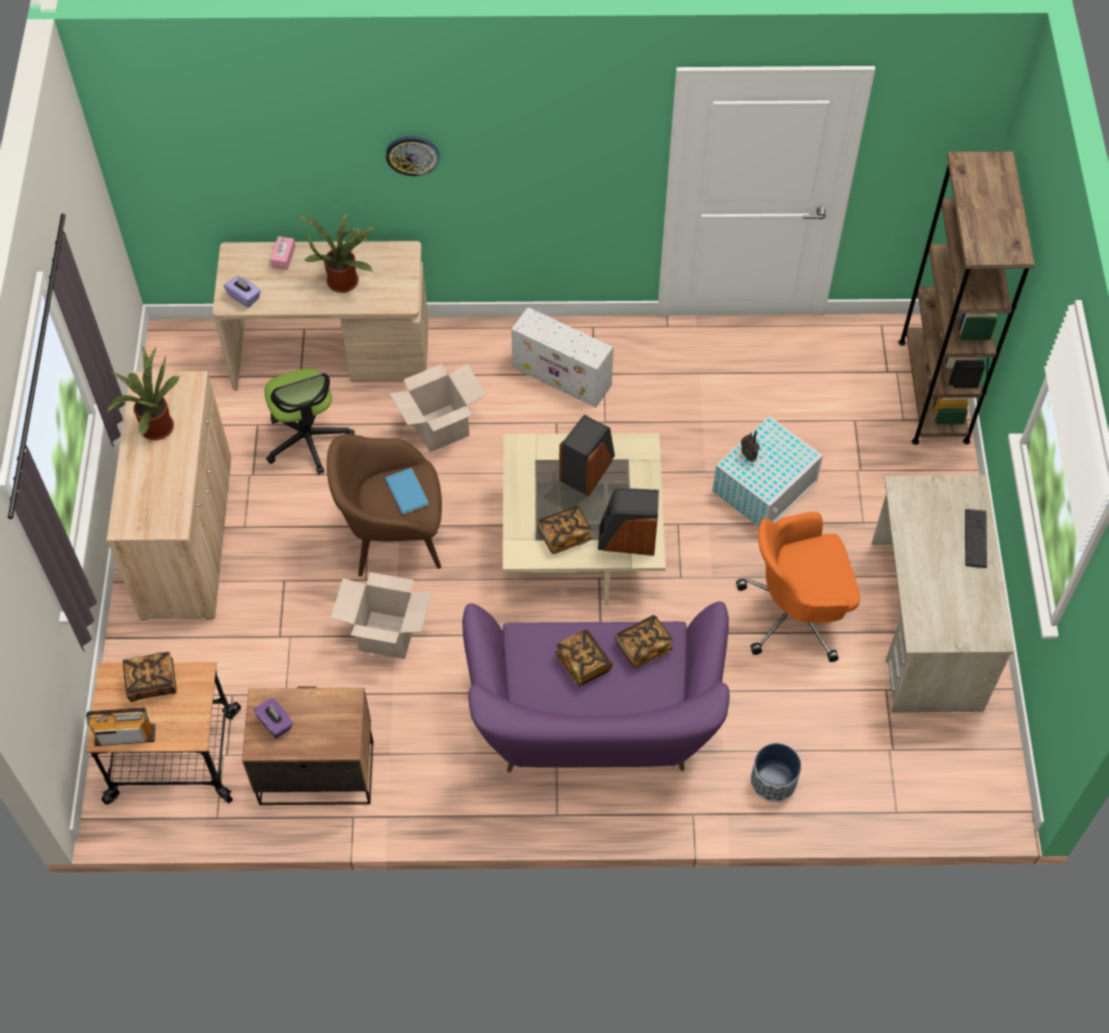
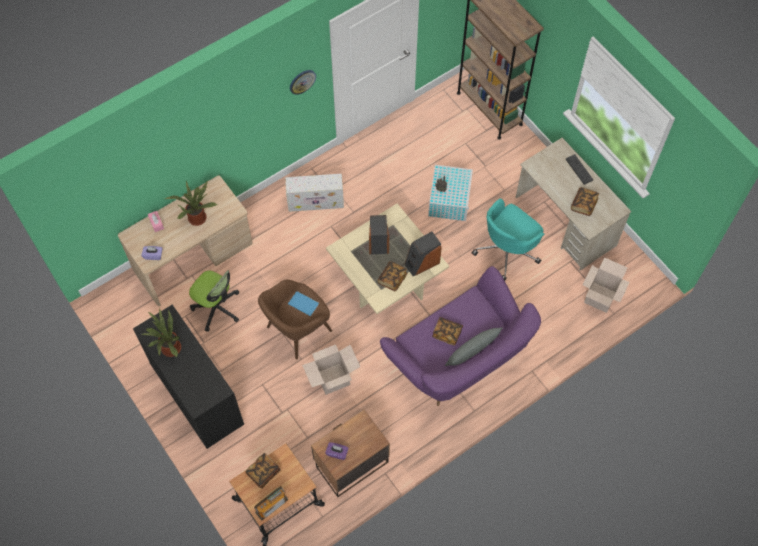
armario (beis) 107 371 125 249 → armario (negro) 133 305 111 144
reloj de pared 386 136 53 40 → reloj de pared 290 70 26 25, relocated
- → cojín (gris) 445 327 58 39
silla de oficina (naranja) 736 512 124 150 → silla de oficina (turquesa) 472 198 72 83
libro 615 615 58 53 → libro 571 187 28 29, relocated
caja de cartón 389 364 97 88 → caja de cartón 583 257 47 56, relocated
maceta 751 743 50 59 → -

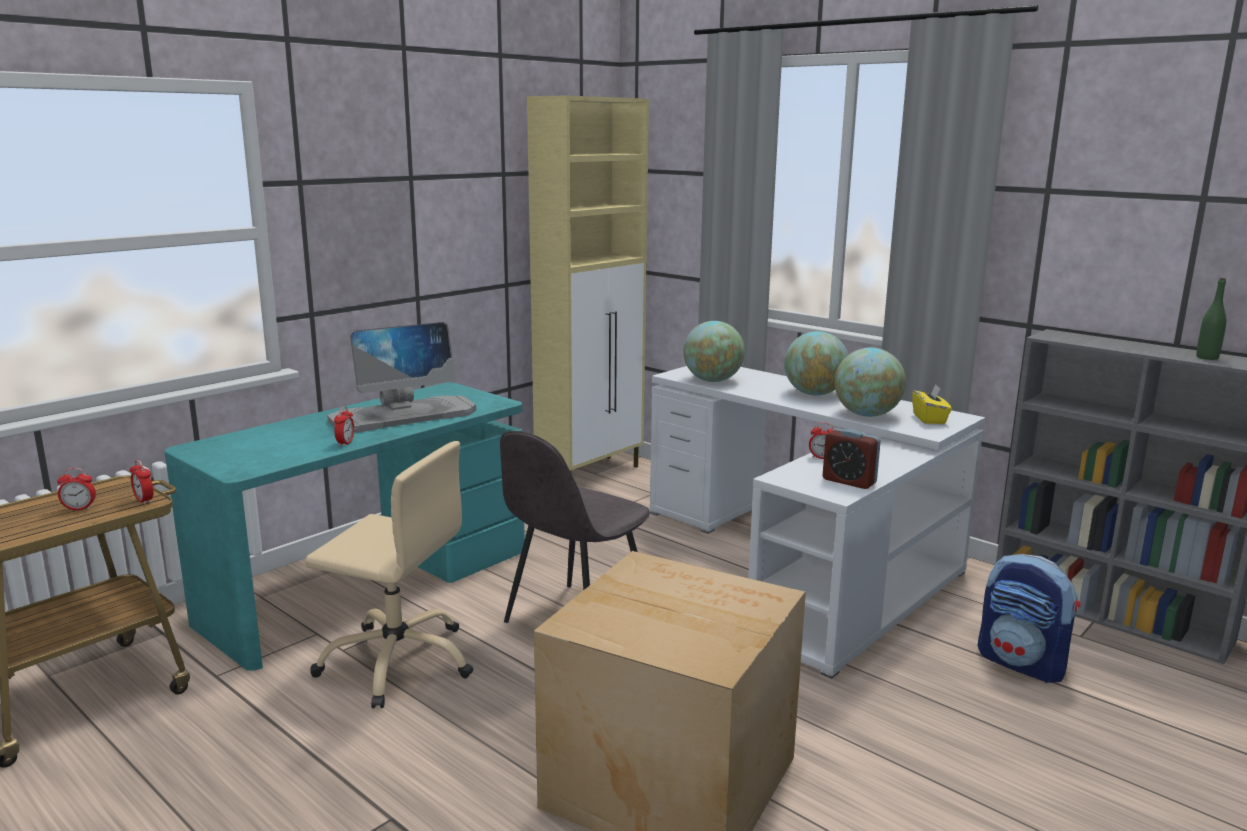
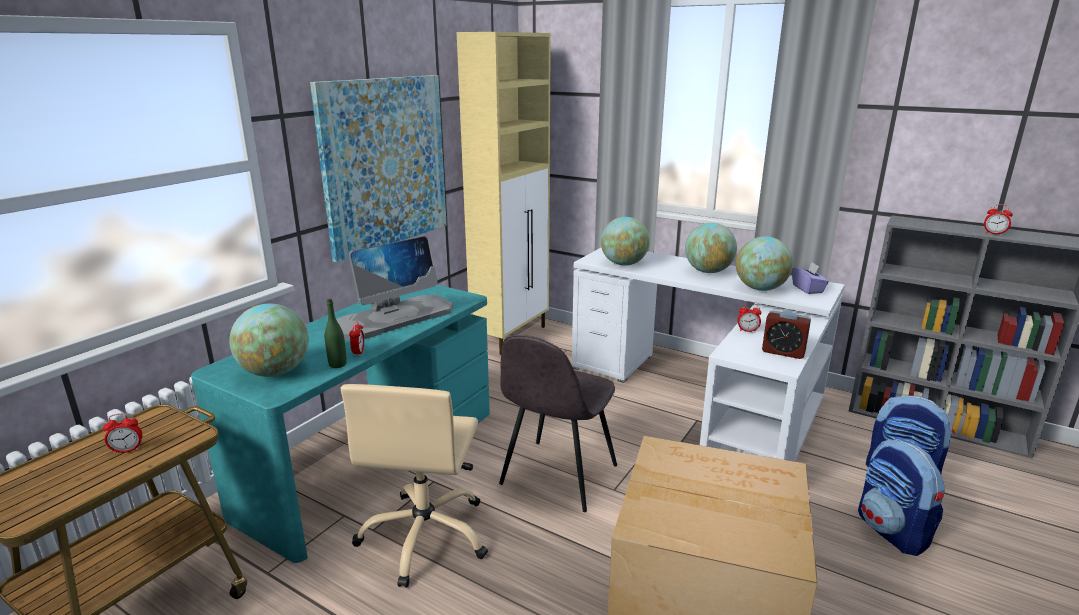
- → globo terráqueo 229 304 80 73
- → cuadro 310 75 137 187
botella (verde) 1196 278 30 82 → botella (verde) 325 299 22 69, relocated
silla de oficina (beis) 305 441 168 267 → silla de oficina (beis) 341 384 147 204, 90 degrees clockwise
caja de pañuelos (amarillo) 912 385 40 39 → caja de pañuelos (morado) 792 262 37 32
- → mochila 858 439 87 117
despertador 129 460 25 44 → despertador 984 204 29 31, relocated

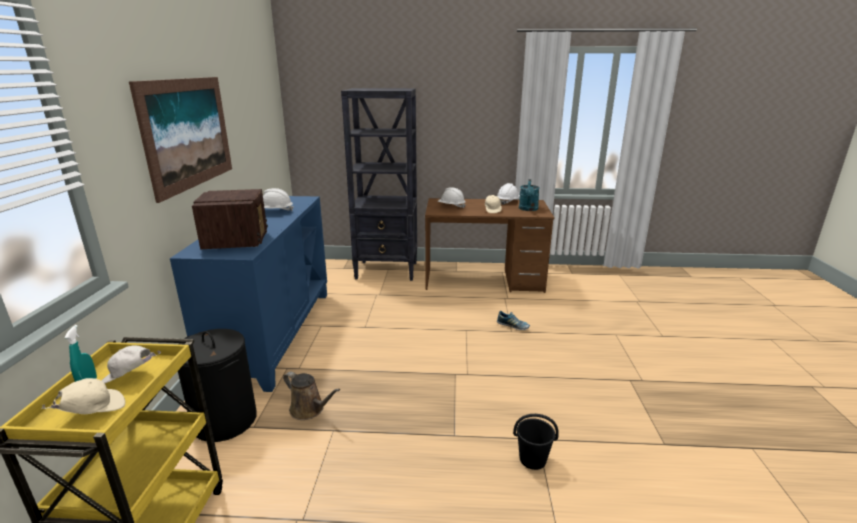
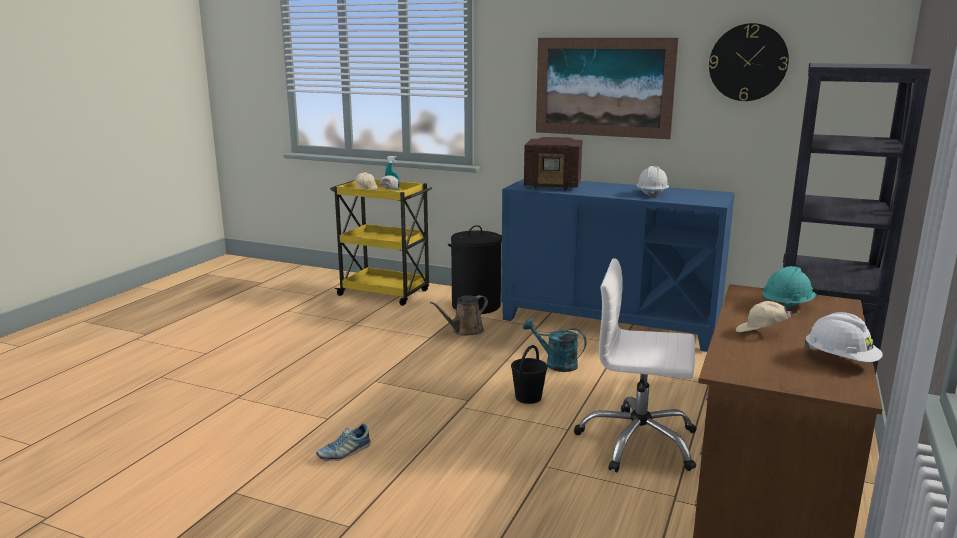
zapato 497 311 33 19 → zapato 316 424 55 37, relocated
cubo (negro) 513 414 46 56 → cubo (negro) 511 345 37 59, relocated
regadera (turquesa) 519 179 21 32 → regadera (turquesa) 523 319 64 53, relocated
- → silla de oficina (blanco) 574 258 123 214
- → reloj de pared 709 23 80 78
casco (blanco) 438 187 28 21 → casco (turquesa) 762 266 54 44

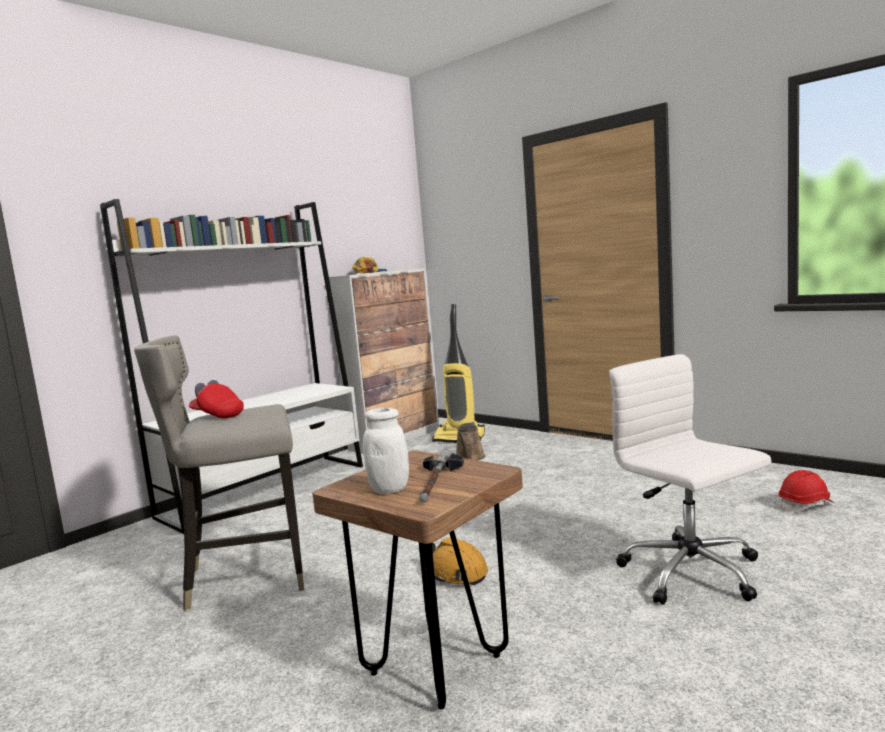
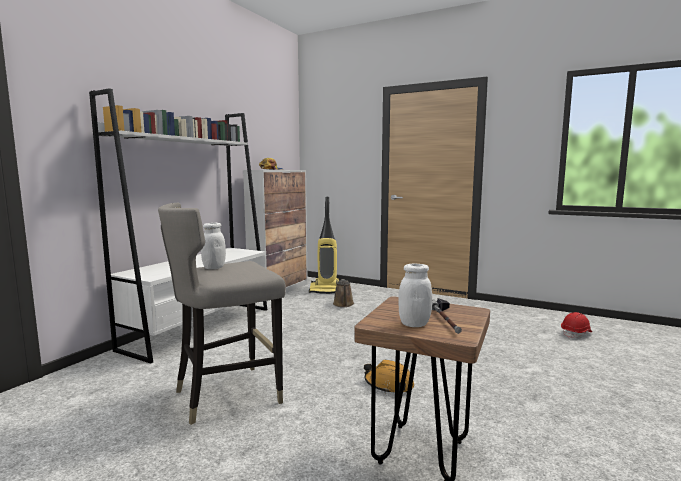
gorra (rojo) 189 380 55 38 → tarro (blanco) 201 223 25 46
silla de oficina (blanco) 609 354 163 251 → -

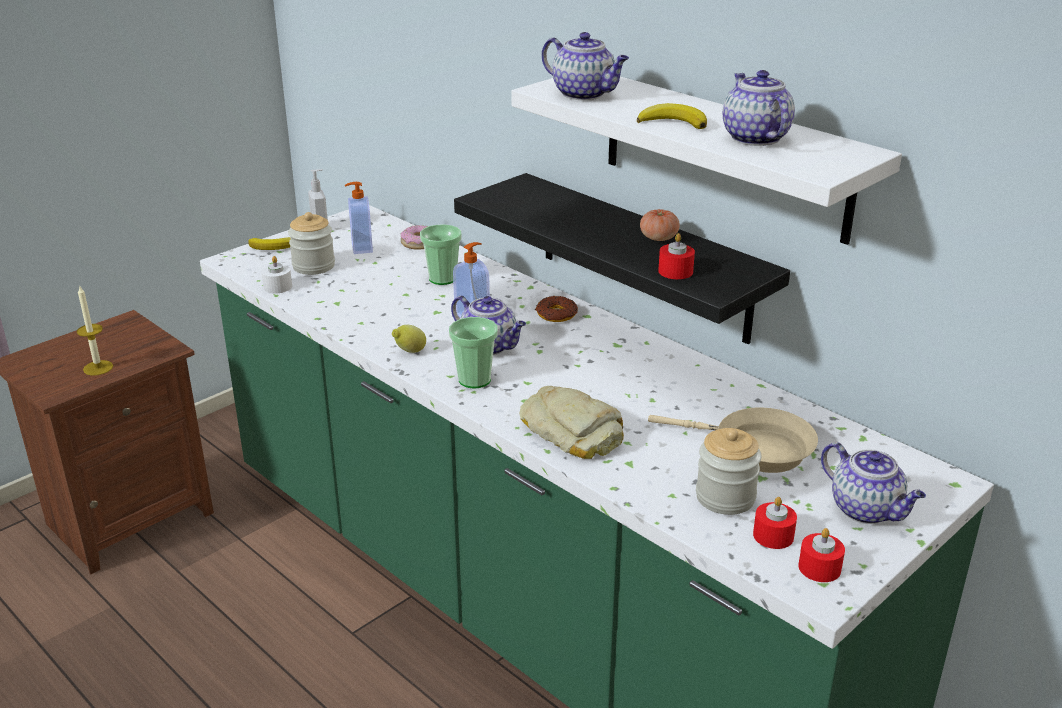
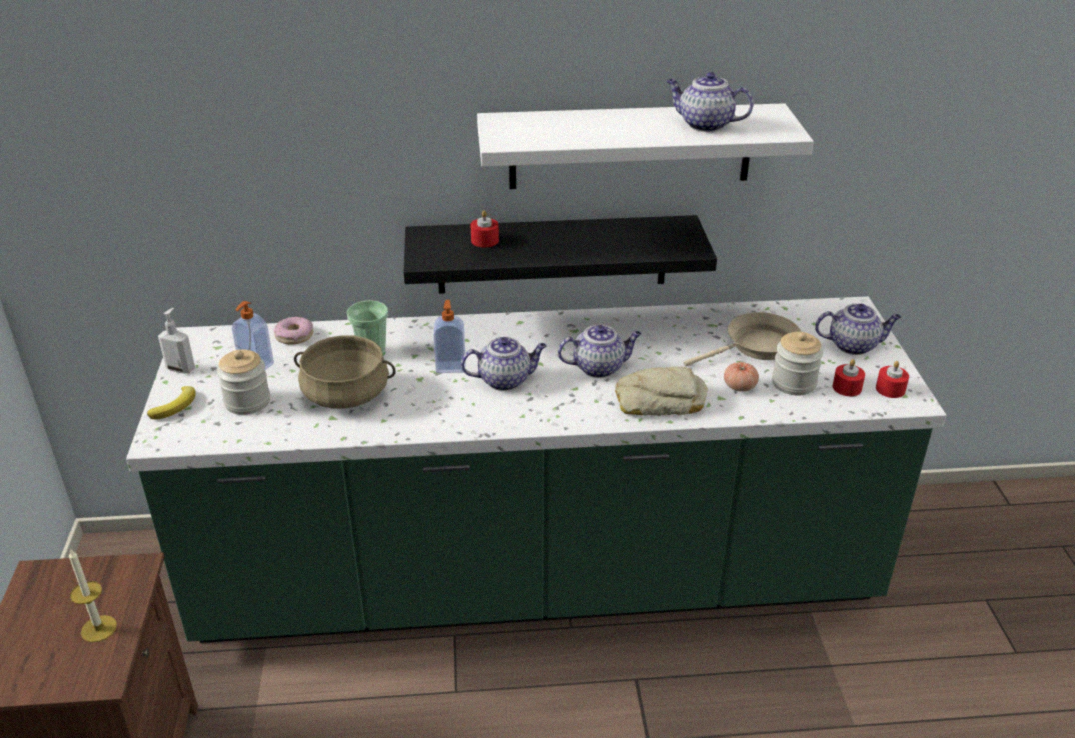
- → olla (beis) 294 335 102 74
vela (rojo) 658 233 37 46 → vela (rojo) 470 210 29 37, relocated
tetera 542 32 87 68 → tetera 558 325 84 53, relocated
tomate 640 209 40 32 → tomate 724 362 35 30, relocated
vela (blanco) 261 256 31 38 → -
limón 392 325 34 28 → -
taza 449 317 49 71 → -
rosquilla 535 296 43 26 → -
plátano 637 103 70 26 → -

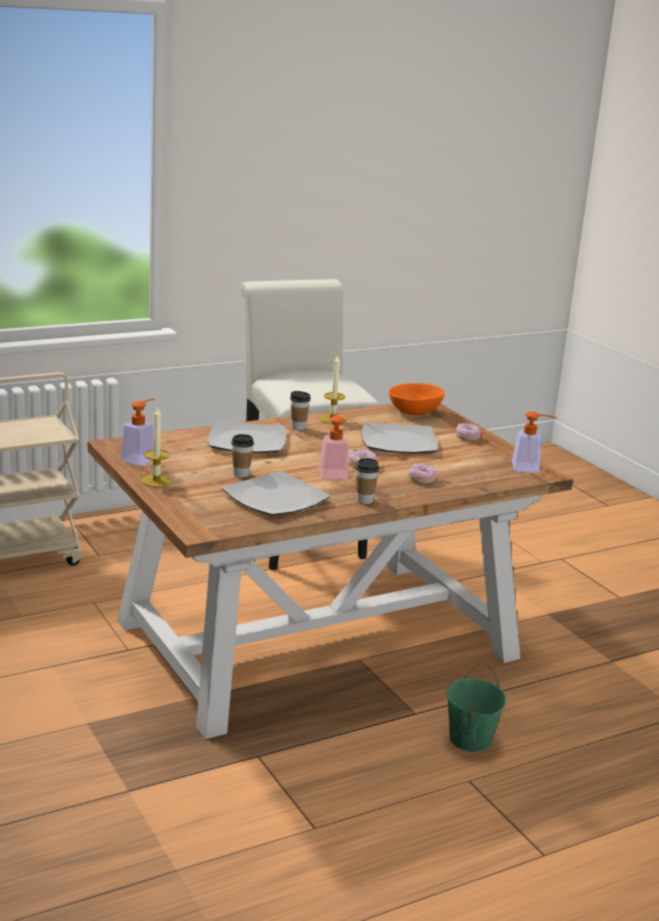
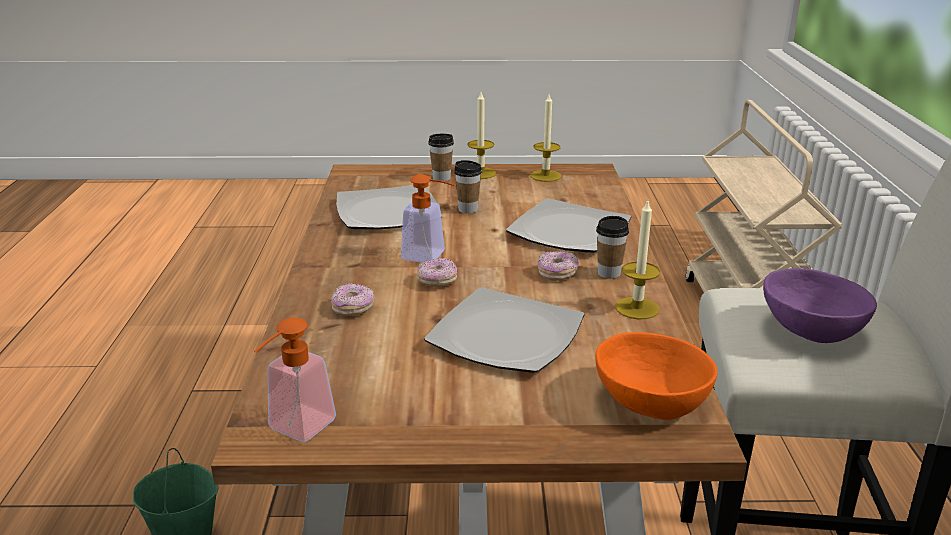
taza 356 458 23 46 → taza 428 134 26 47, relocated
dispensador de jabón 121 399 34 67 → vela 530 94 31 88
rosquilla 456 423 25 18 → rosquilla 538 251 41 30, relocated
- → cuenco (morado) 763 268 114 75

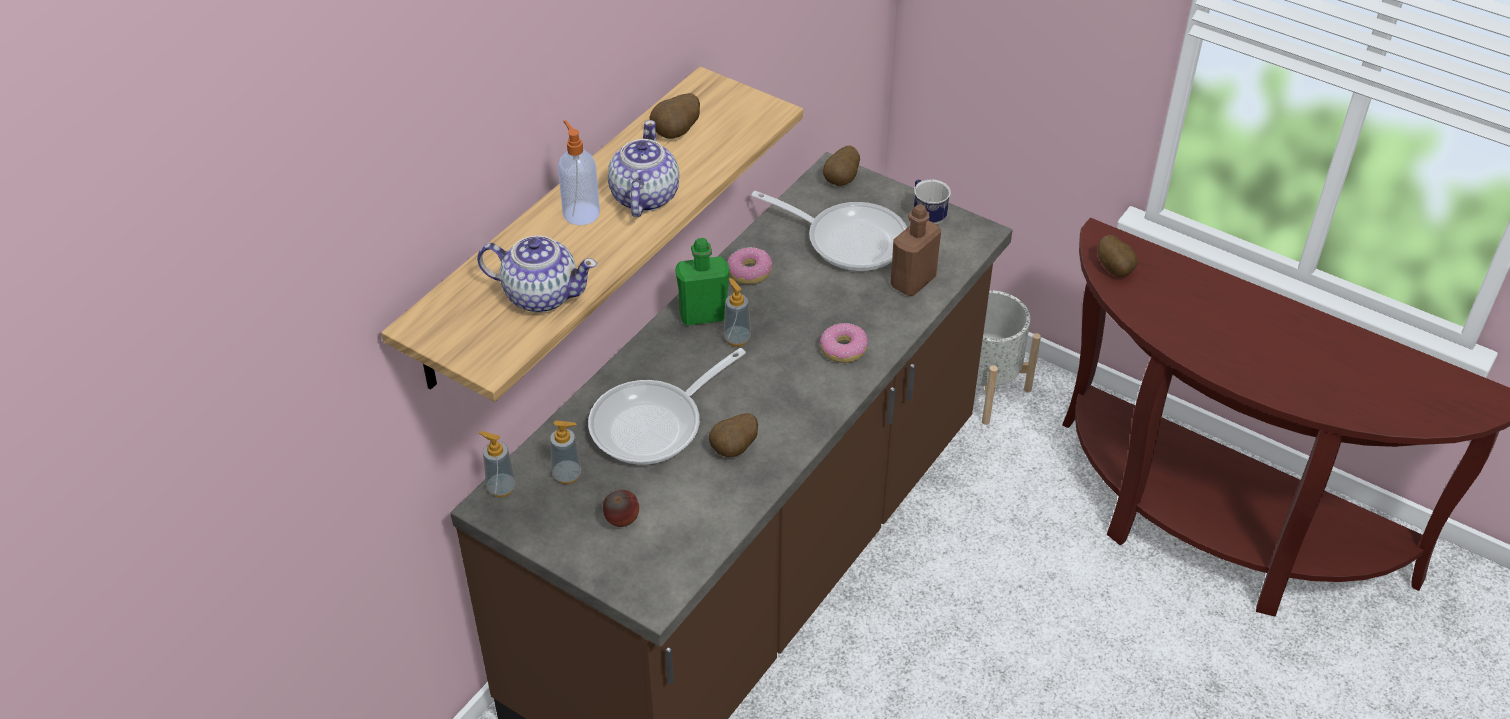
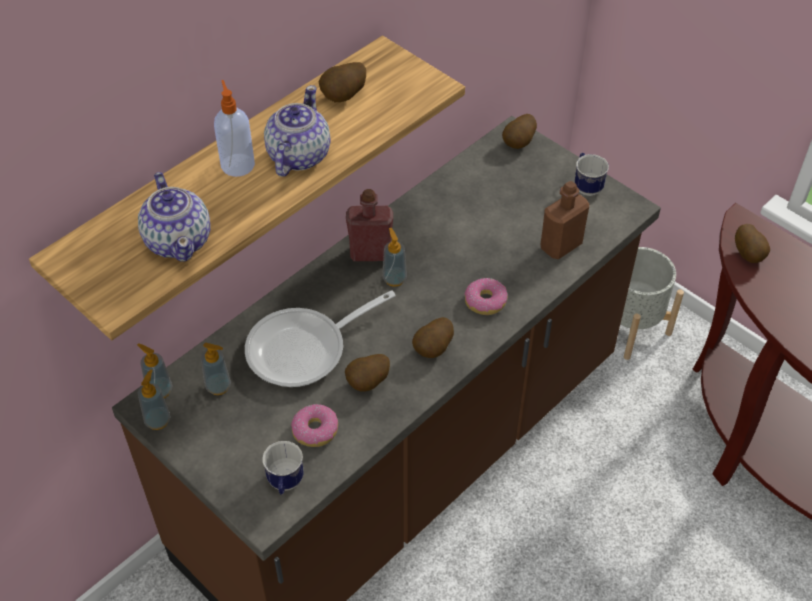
tetera 477 235 120 78 → tetera 138 172 73 90, 45 degrees clockwise
- → dispensador de jabón 138 369 32 61
- → taza grande 262 441 41 54
rosquilla 727 247 45 37 → rosquilla 291 404 47 43, relocated
botella (verde) 675 238 54 88 → botella (rojo) 346 189 47 72
- → patata 412 317 42 41
manzana 603 490 36 37 → -
sartén 751 191 156 80 → -

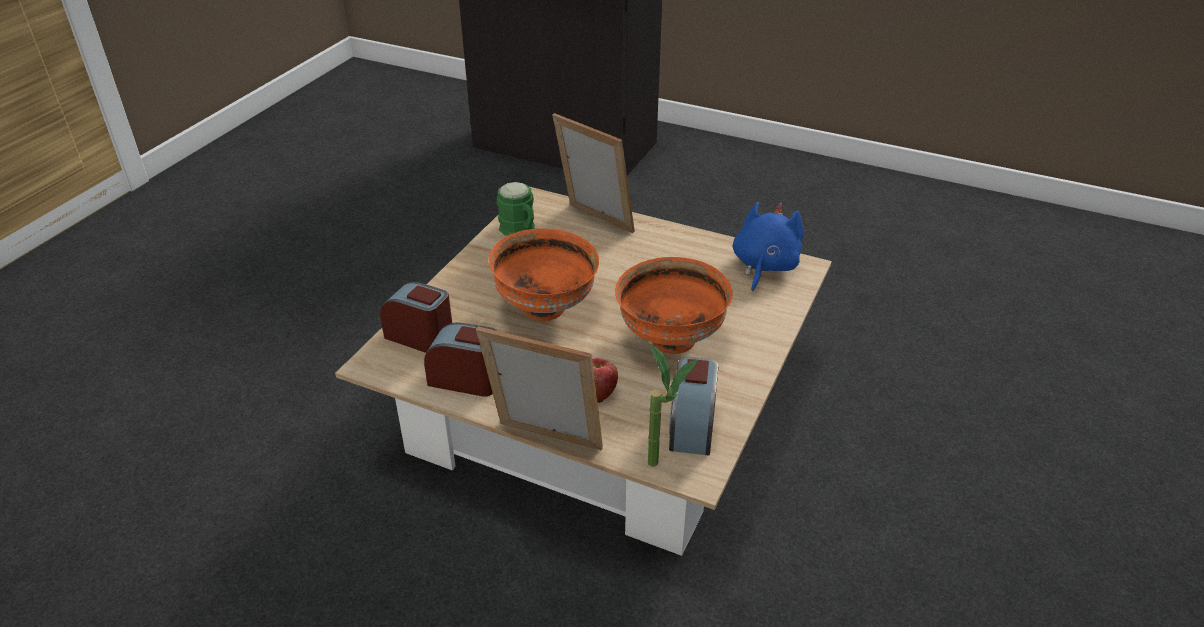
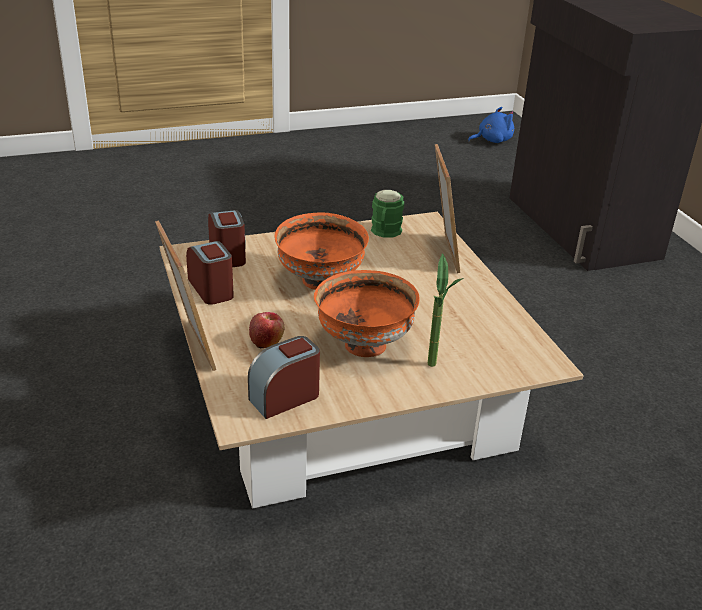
planta en maceta 648 343 51 124 → planta en maceta 428 253 36 114, relocated
peluche (azul) 733 202 70 89 → peluche (azul) 468 107 46 36, relocated

